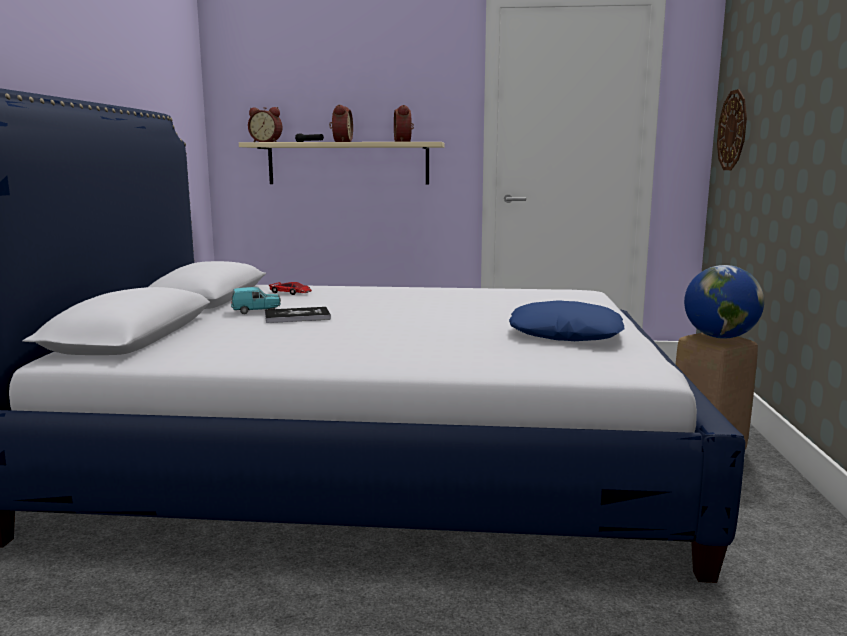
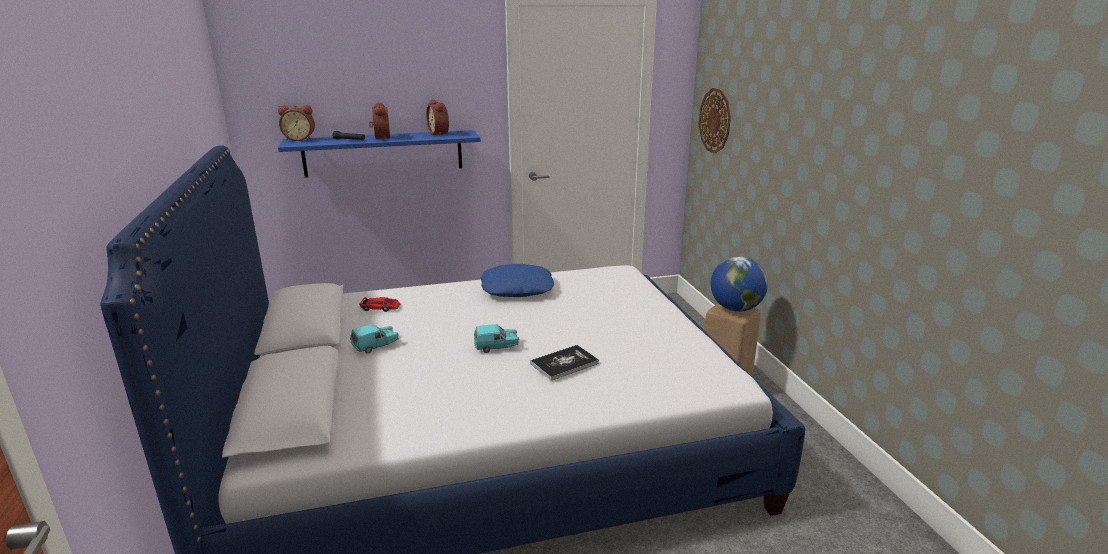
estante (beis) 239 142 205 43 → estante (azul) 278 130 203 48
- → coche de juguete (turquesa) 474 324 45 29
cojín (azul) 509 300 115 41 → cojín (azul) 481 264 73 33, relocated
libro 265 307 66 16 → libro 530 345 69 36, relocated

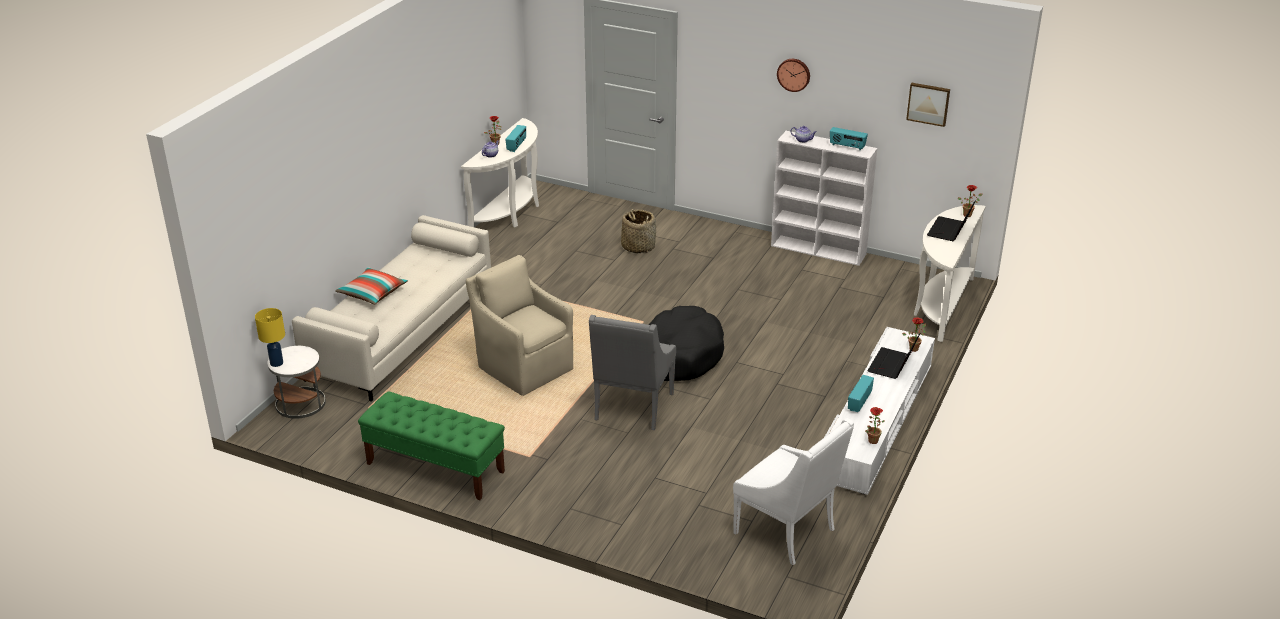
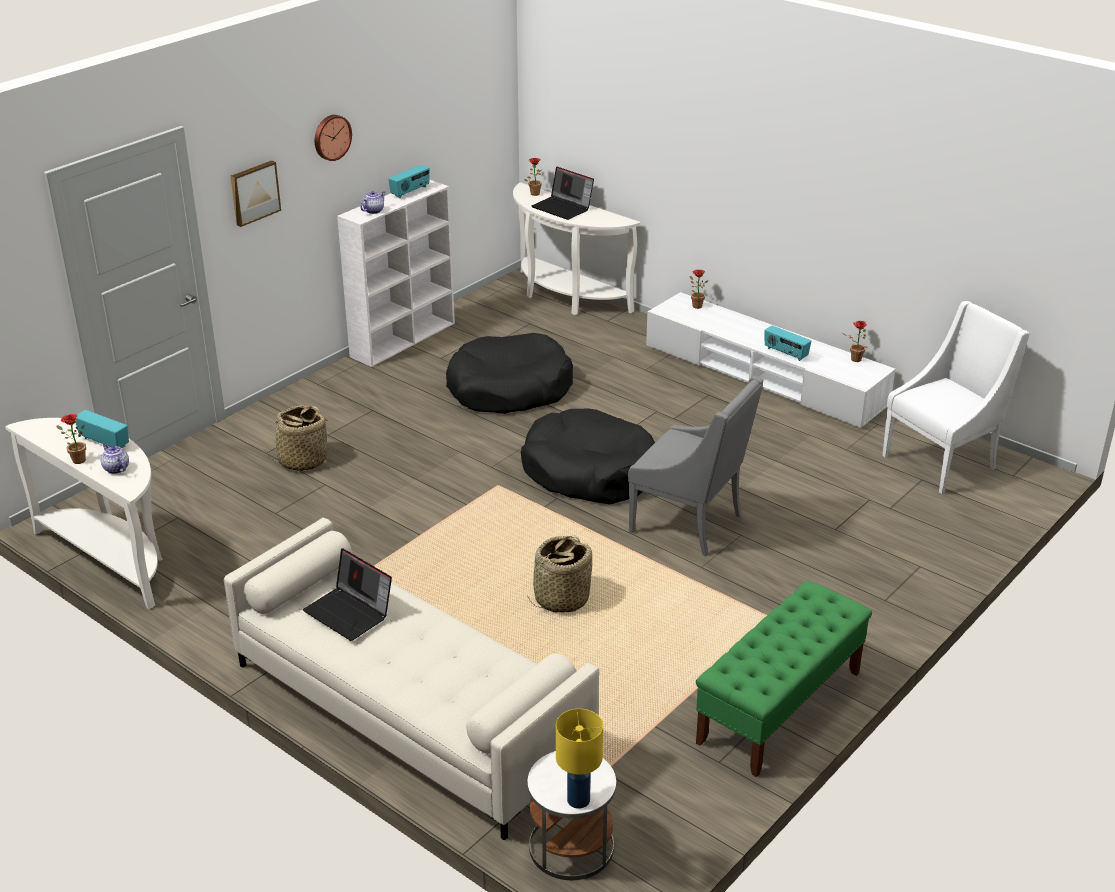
cuadro 906 83 44 44 → cuadro 230 161 51 66, relocated
portátil 867 333 53 46 → portátil 303 548 89 93, relocated
- → cama para perro (negro) 446 333 127 81
sillón (beis) 466 255 107 141 → cesta 527 536 65 77
cojín 335 267 73 37 → -

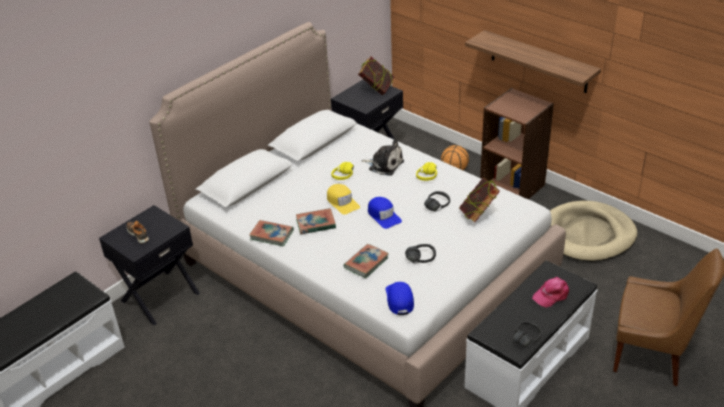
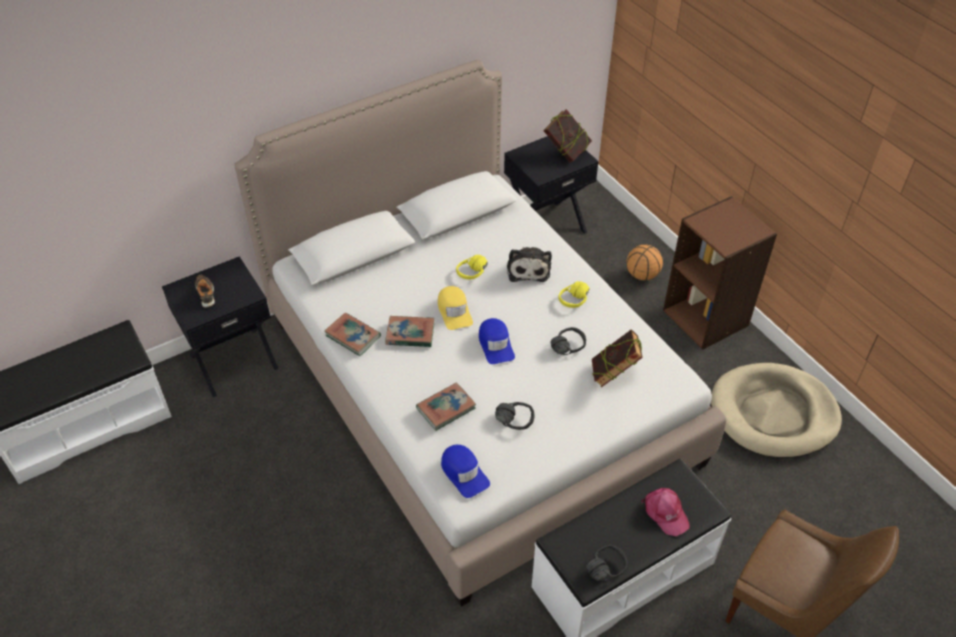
gorra (azul) 386 282 28 33 → gorra (azul) 441 445 49 53, 135 degrees clockwise
peluche 362 140 42 36 → peluche 507 247 45 35, 45 degrees clockwise
gorra (rosa) 532 277 37 31 → gorra (rosa) 641 488 49 48, 105 degrees counterclockwise
estante 465 30 136 63 → -

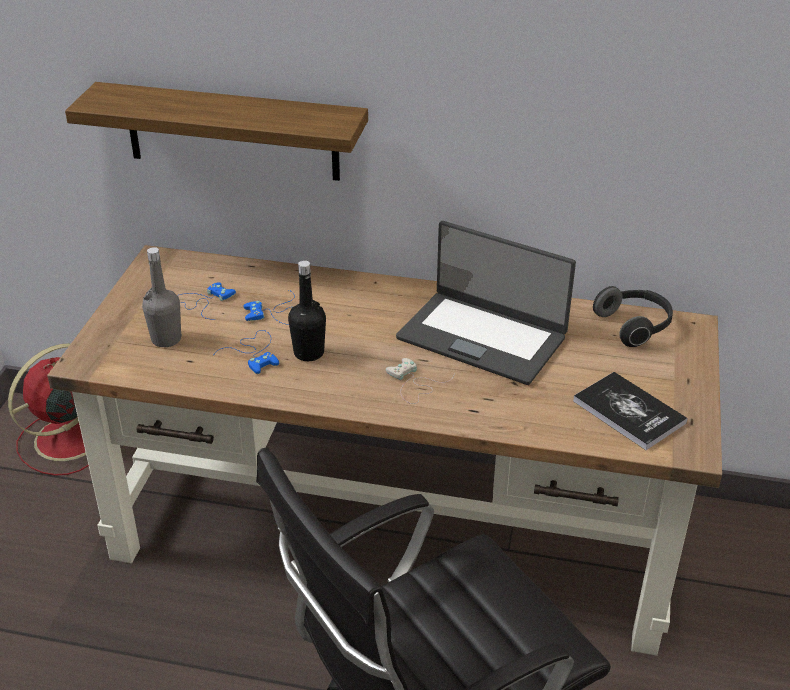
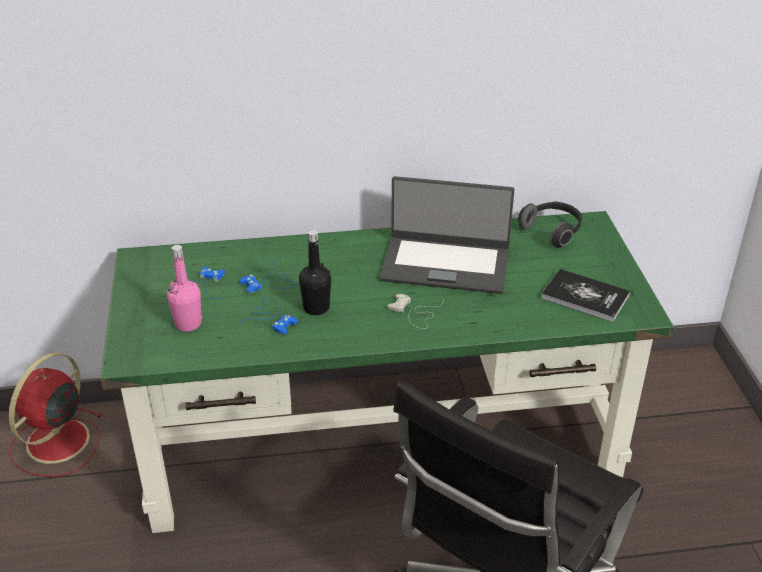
escritorio (marrón) 47 245 675 411 → escritorio (verde) 100 211 574 322
botella (gris) 142 247 40 100 → botella (rosa) 167 245 35 87
estante 65 82 303 99 → -

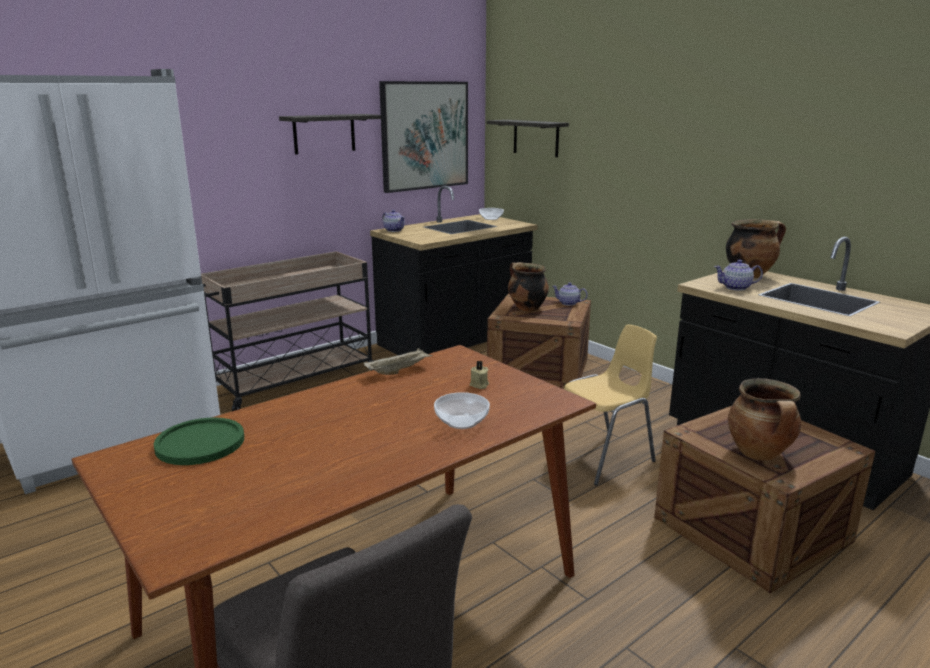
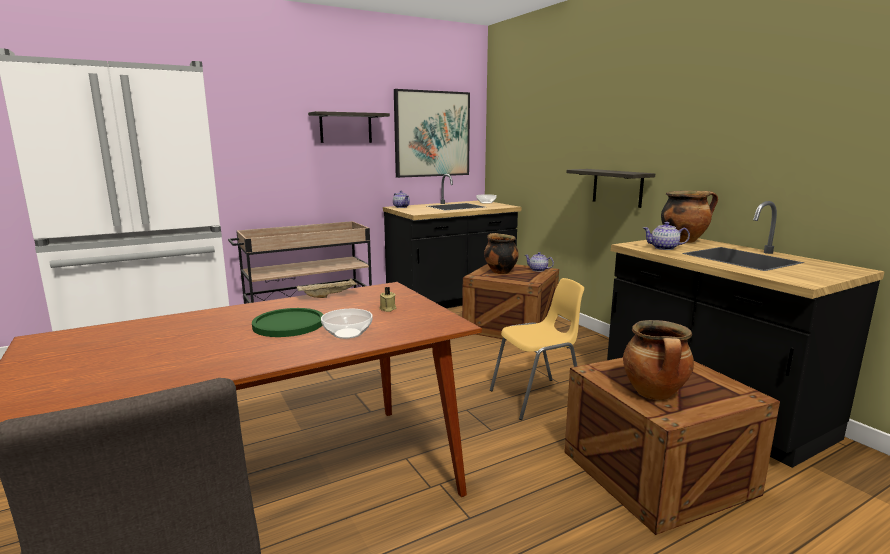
plato (verde) 154 417 90 48 → plato (verde) 252 308 71 29, relocated
estante 487 120 82 37 → estante 567 169 88 39, relocated

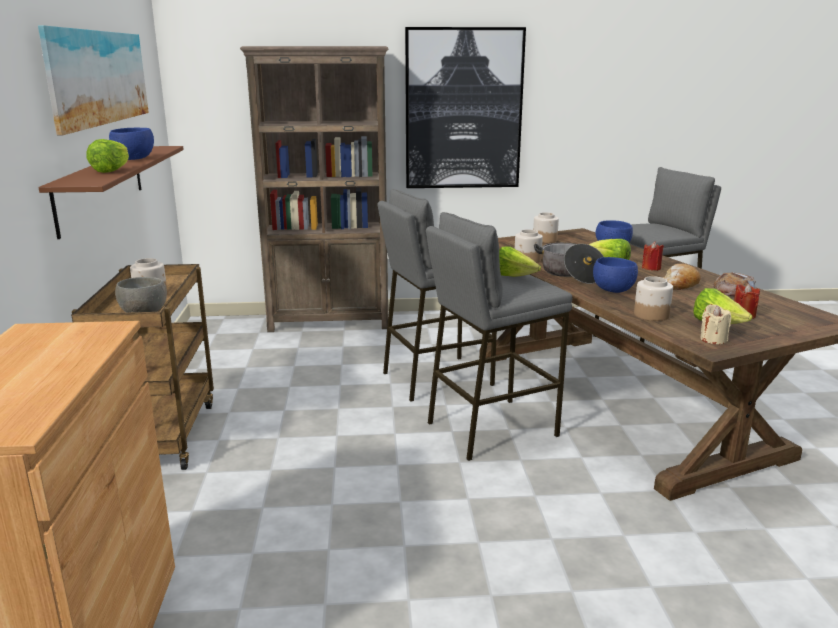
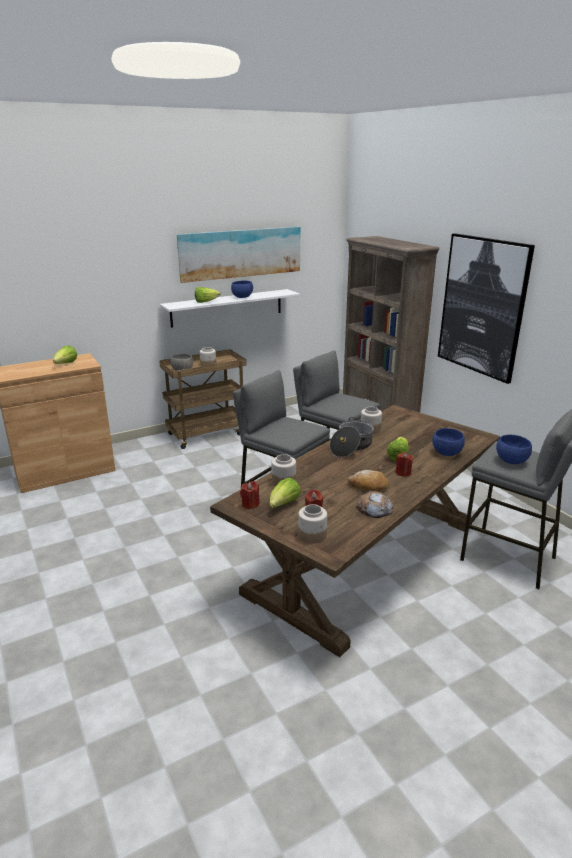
lechuga 499 247 42 30 → lechuga 53 345 24 19, relocated
estante (marrón) 38 146 146 93 → estante (blanco) 160 289 140 39
vela (beis) 700 304 31 40 → vela (rojo) 240 481 20 28
tarro 533 212 26 31 → tarro 298 504 29 40, relocated
cuenco (azul) 593 257 45 36 → cuenco (azul) 496 435 36 29, relocated

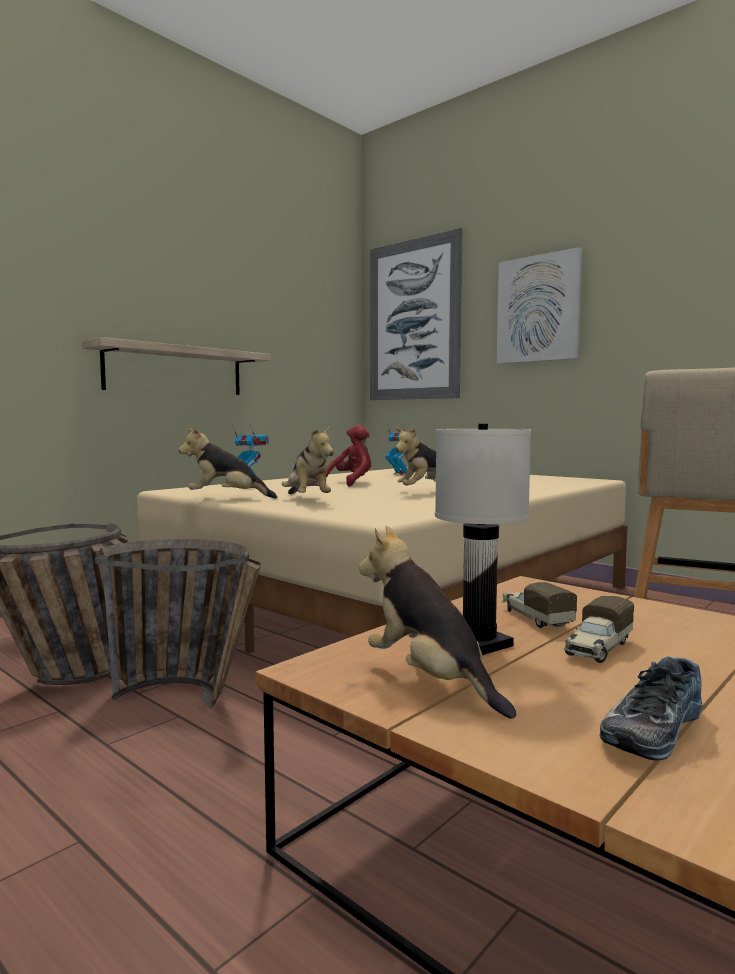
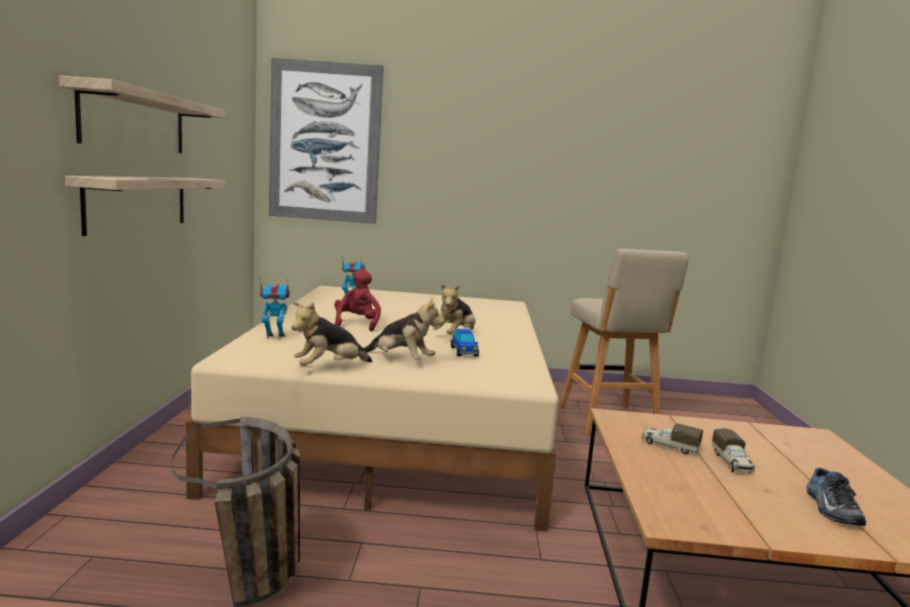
- → estante 59 76 166 77
- → coche de juguete 451 329 28 28
cesta 95 539 166 170 → -
peluche 359 526 157 193 → -
lámpara de mesa (blanco) 435 424 96 231 → -
cuadro 497 247 85 117 → -

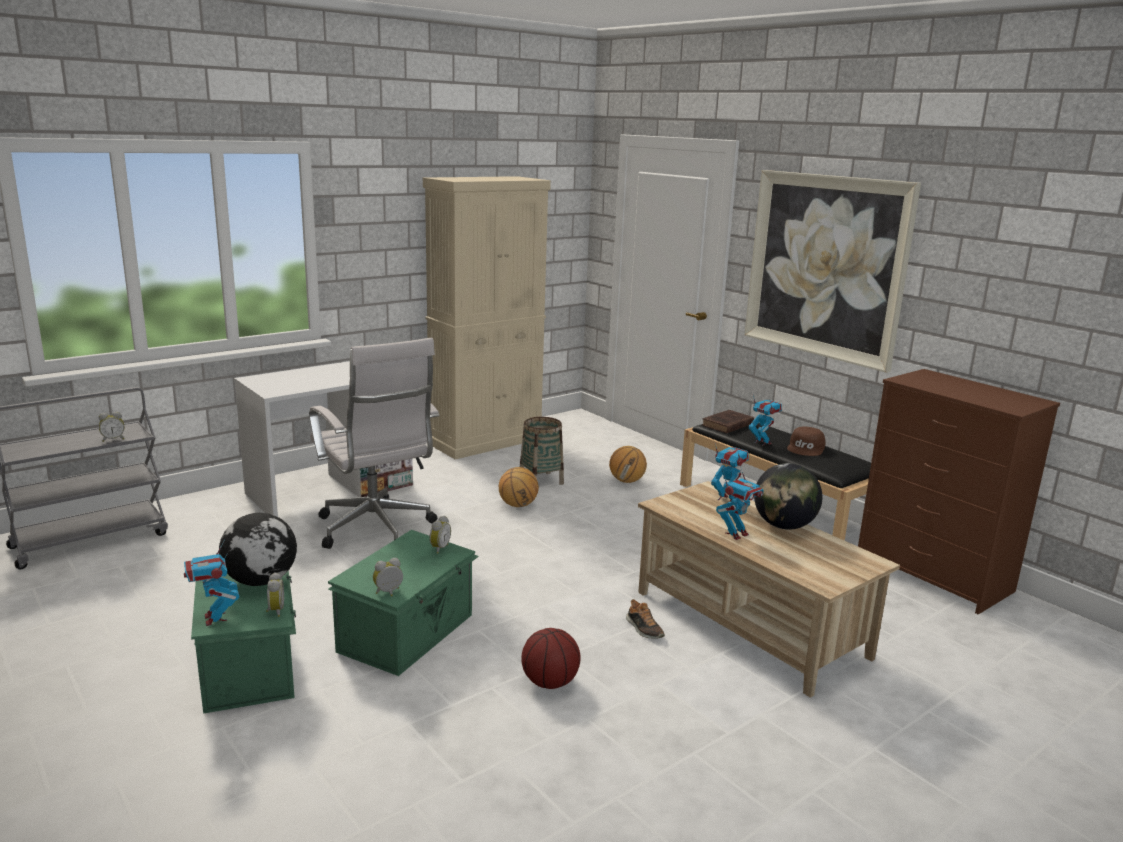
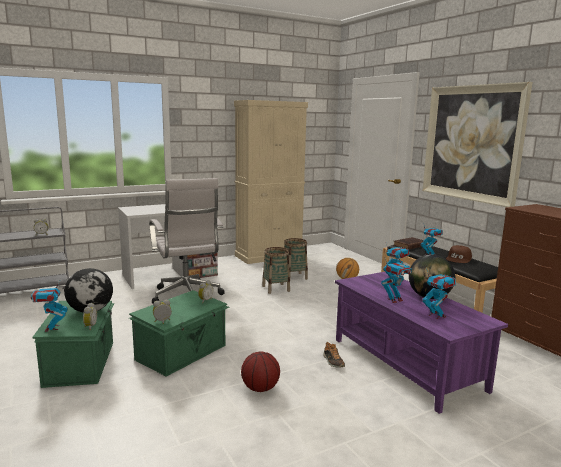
balón de baloncesto 499 467 40 40 → cesta 262 247 28 47
mesa de centro (beis) 638 481 262 217 → mesa de centro (morado) 335 272 173 142
- → robot de juguete 422 271 34 48

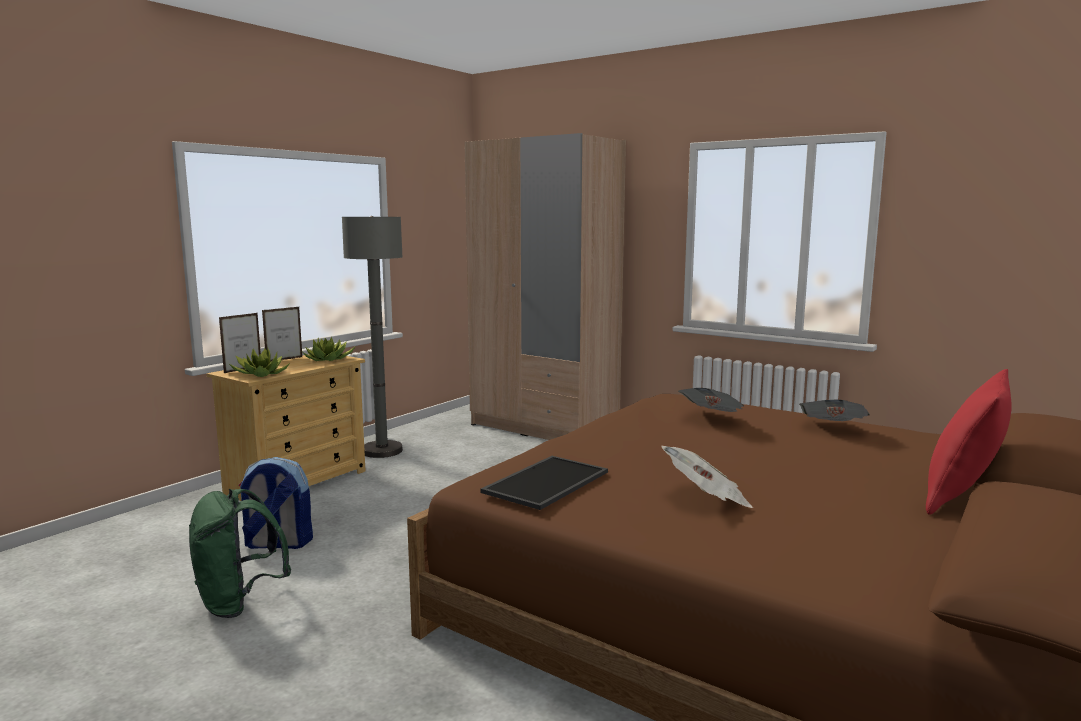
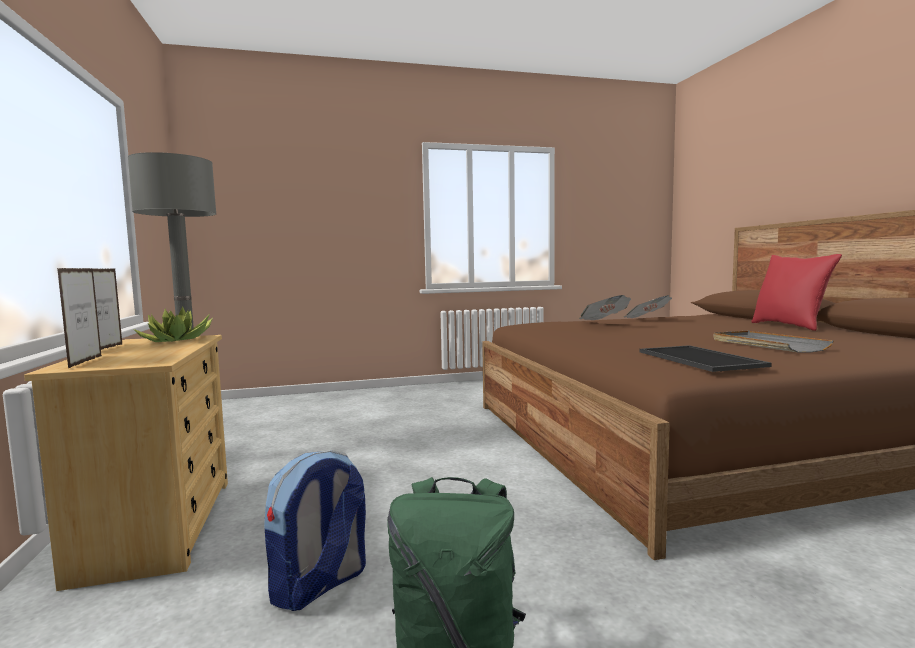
periódico 661 446 93 62 → bandeja (gris) 713 331 121 22
planta en maceta 228 348 62 29 → -
armario ropero (beis) 464 133 162 307 → -

